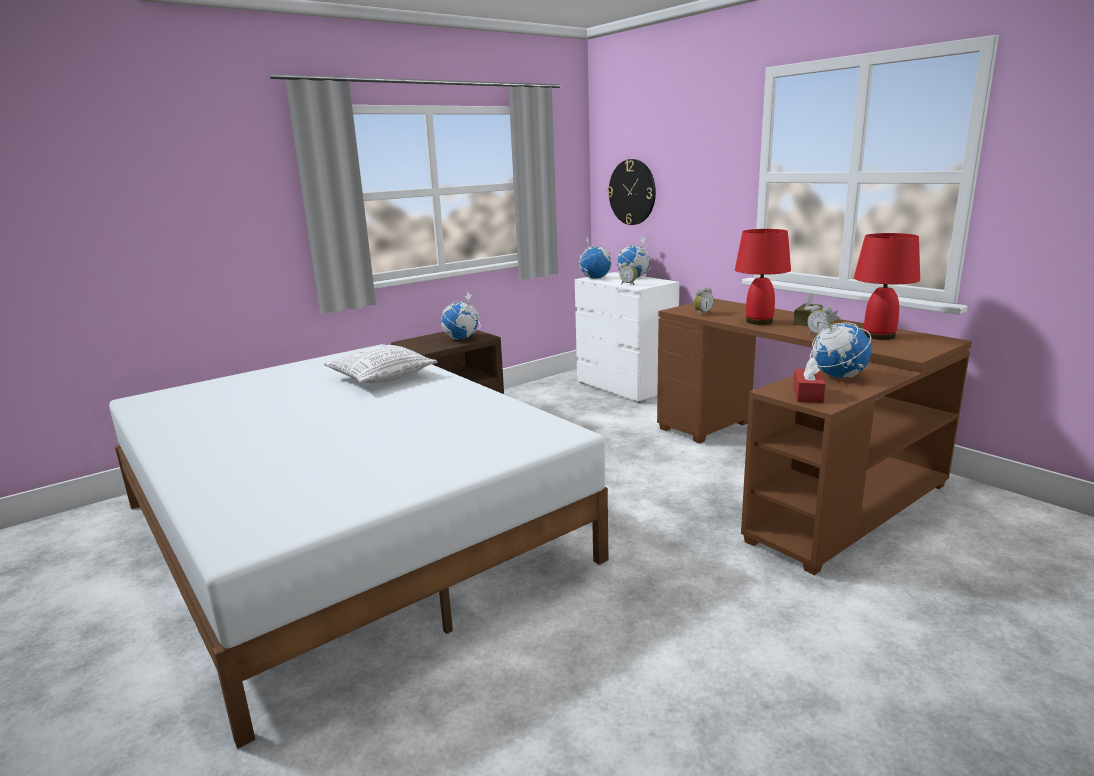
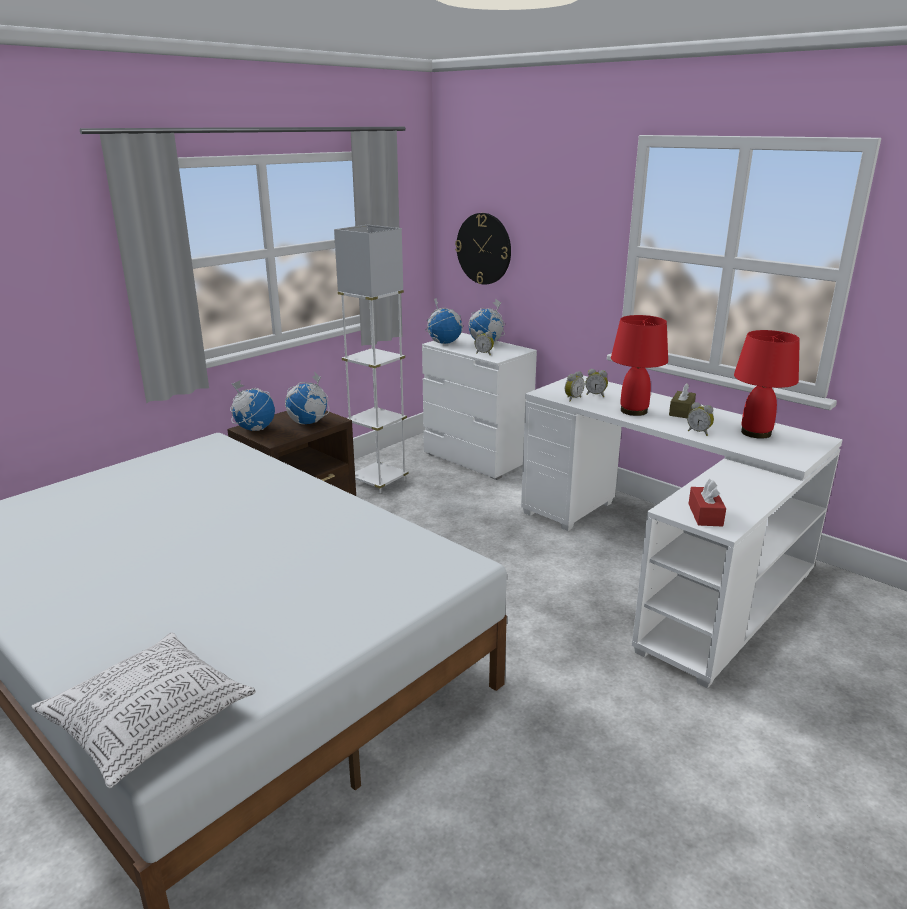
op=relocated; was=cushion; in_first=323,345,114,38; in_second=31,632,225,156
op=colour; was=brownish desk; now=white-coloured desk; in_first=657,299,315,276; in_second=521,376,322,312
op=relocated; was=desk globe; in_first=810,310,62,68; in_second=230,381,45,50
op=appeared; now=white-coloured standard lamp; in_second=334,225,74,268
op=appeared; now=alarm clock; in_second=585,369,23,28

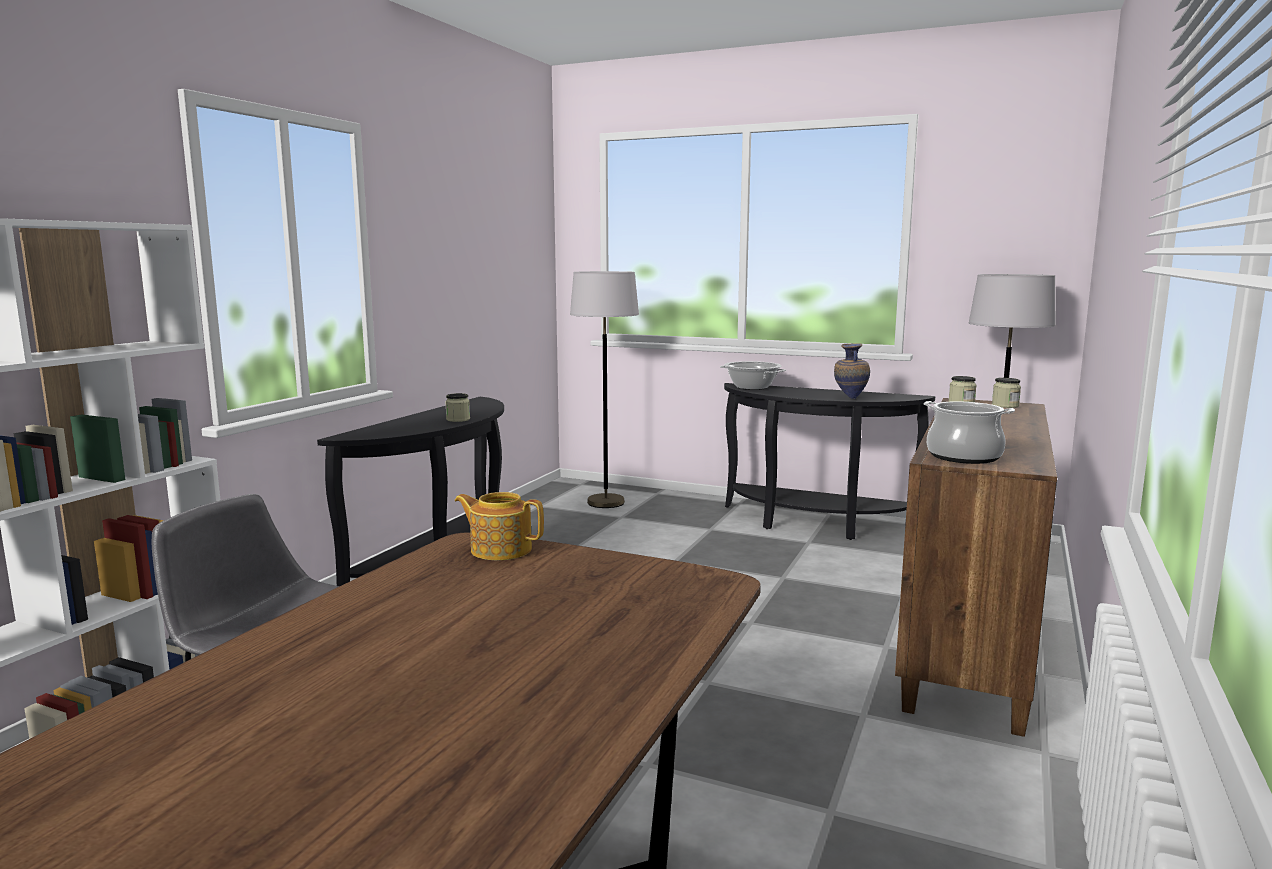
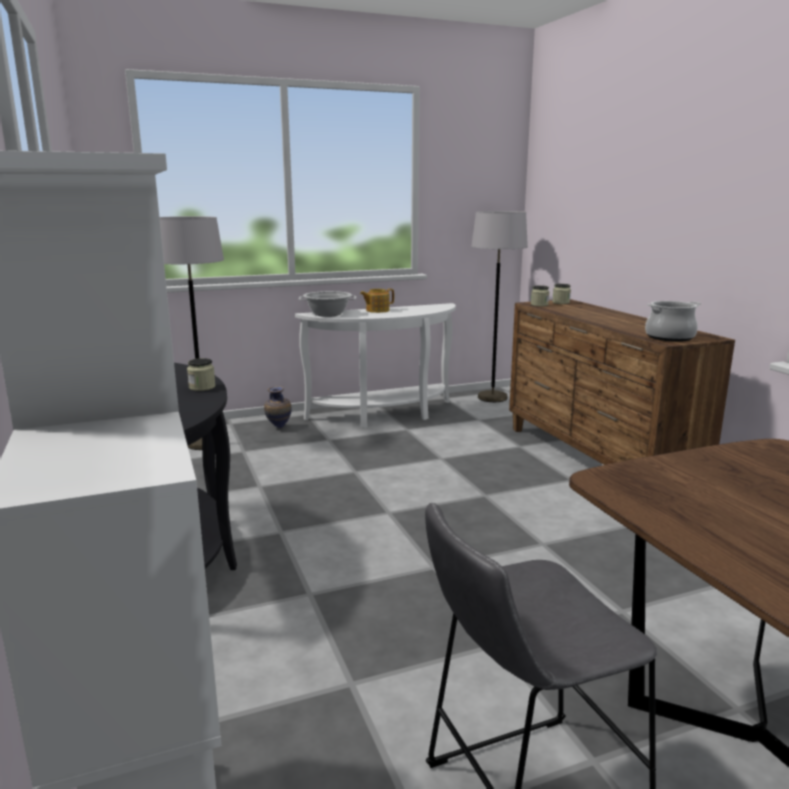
op=relocated; was=pot for tea; in_first=455,492,89,68; in_second=360,289,34,24
op=colour; was=black-coloured narrow table; now=white-coloured narrow table; in_first=724,383,211,157; in_second=295,303,161,125
op=relocated; was=vase; in_first=834,343,36,56; in_second=264,386,27,42

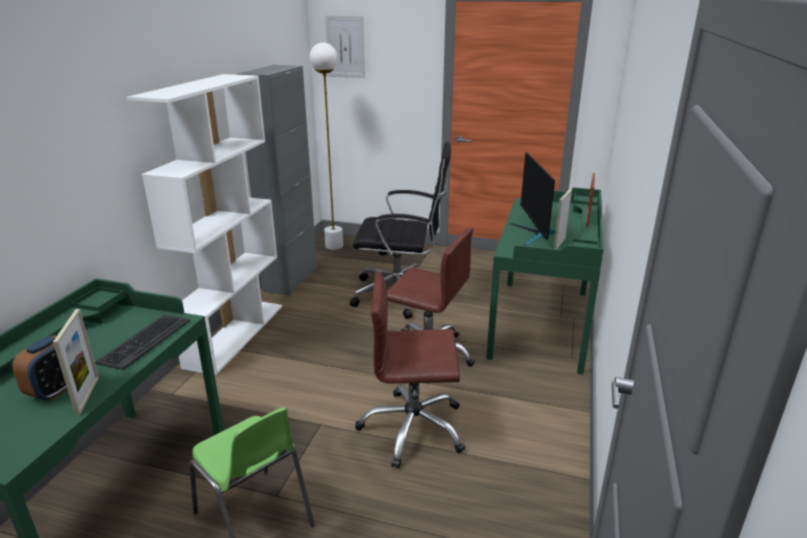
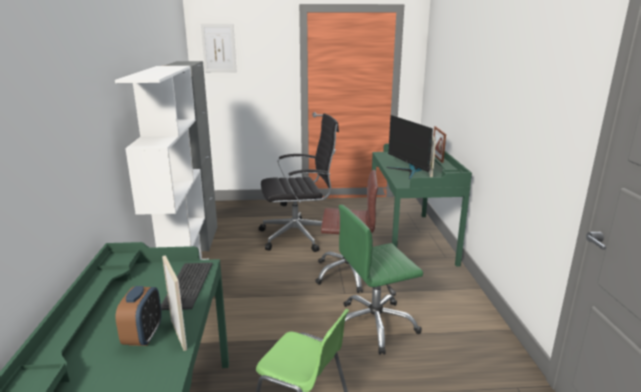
op=missing; was=white-coloured standard lamp; in_first=310,43,33,207
op=colour; was=brownish office chair; now=green-coloured office chair; in_first=355,271,111,197; in_second=339,205,84,150

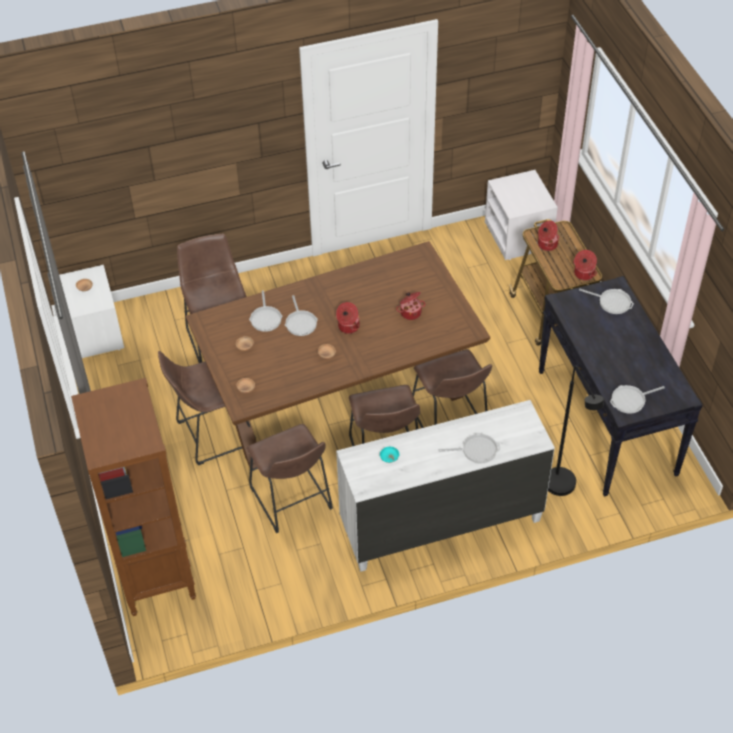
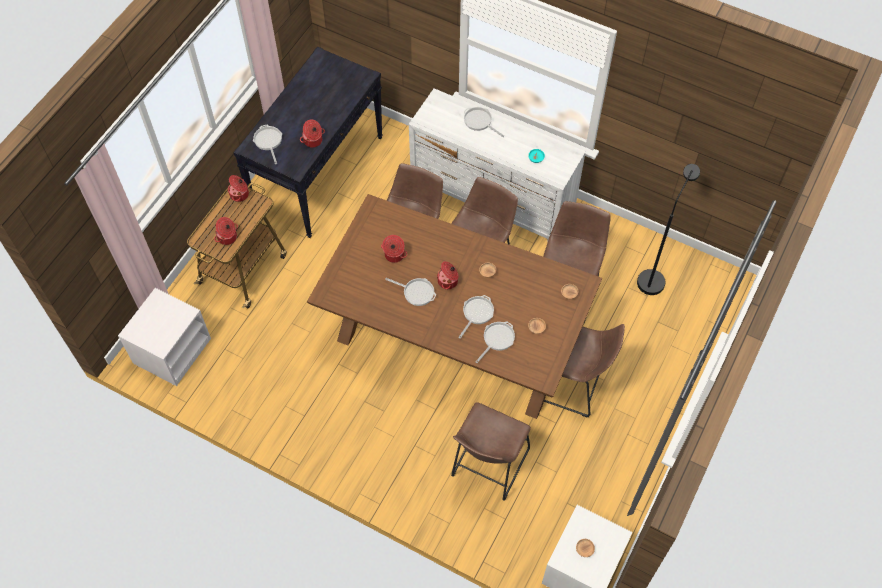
op=missing; was=brownish shelving unit; in_first=71,378,125,238
op=relocated; was=black-coloured standard lamp; in_first=548,365,56,131; in_second=637,164,63,131
op=relocated; was=pan; in_first=610,385,55,29; in_second=385,278,51,28
op=appeared; now=stockpot; in_second=300,119,25,29

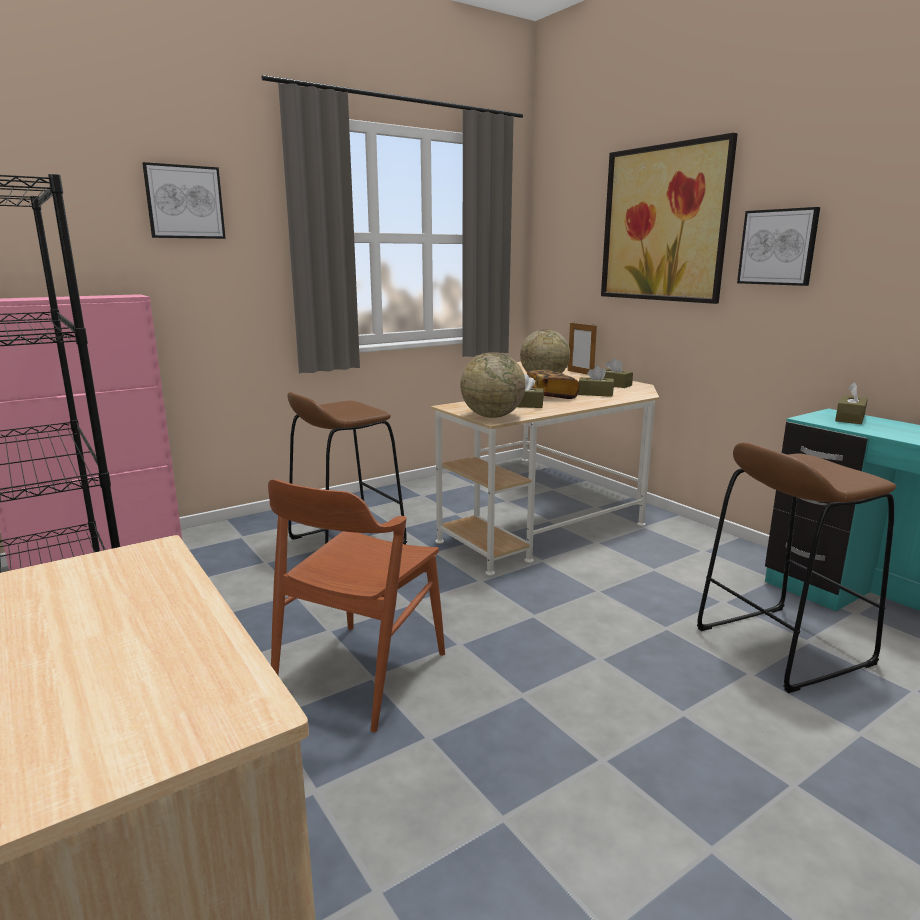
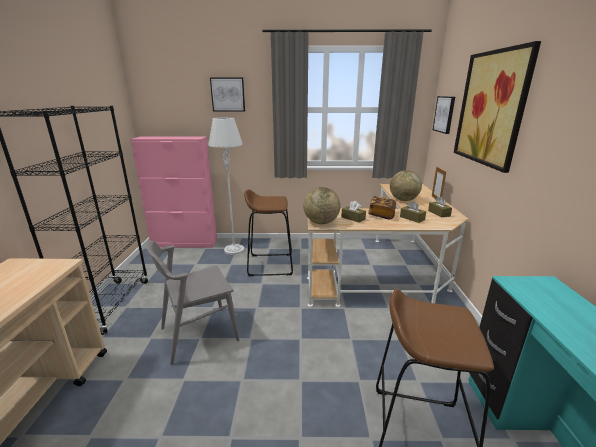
op=colour; was=brownish plain chair; now=gray plain chair; in_first=268,479,177,253; in_second=147,240,92,125
op=relocated; was=wall picture; in_first=737,207,83,79; in_second=433,96,22,38
op=missing; was=brownish tissue holder; in_first=835,382,33,42
op=appeared; now=gray standard lamp; in_second=208,117,36,138

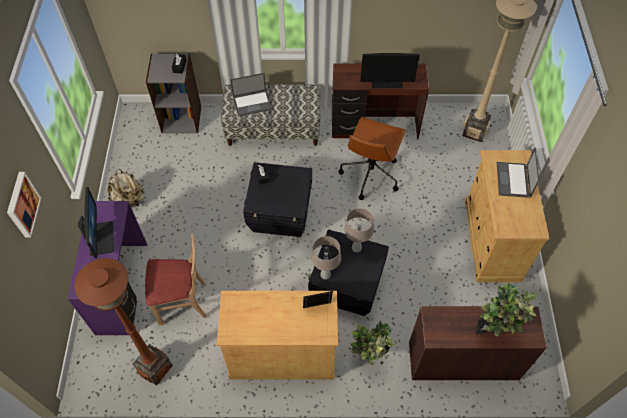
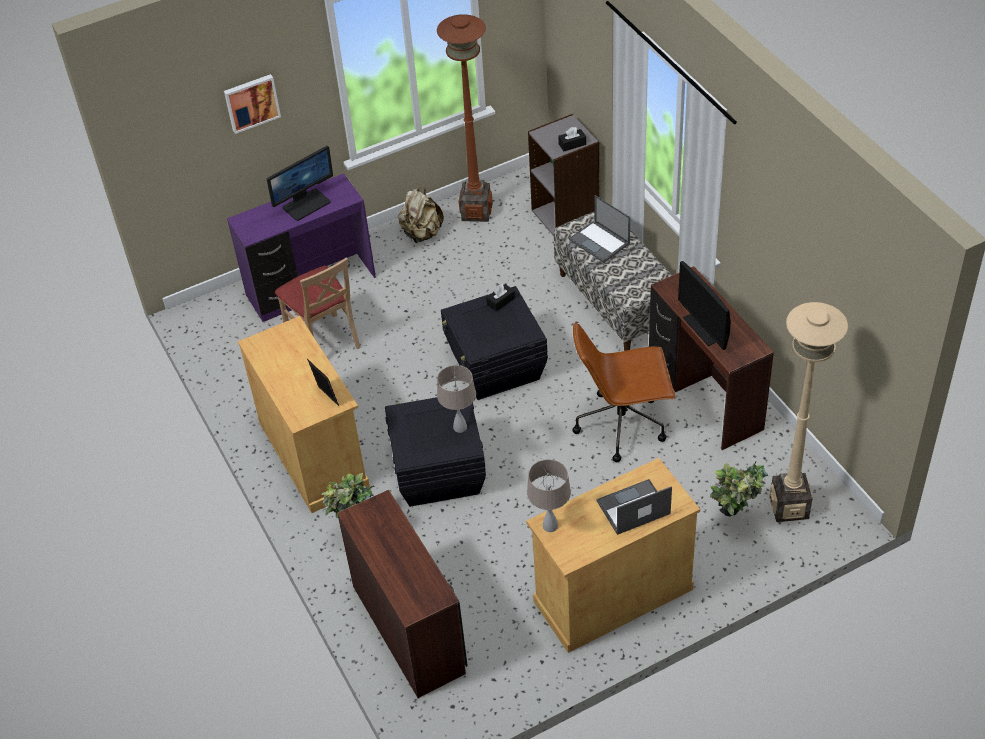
op=relocated; was=brownish standard lamp; in_first=74,258,99,128; in_second=437,14,56,208
op=relocated; was=beige lamp for a table; in_first=311,236,30,44; in_second=527,459,44,73
op=relocated; was=plant in a pot; in_first=476,283,62,53; in_second=710,462,58,54

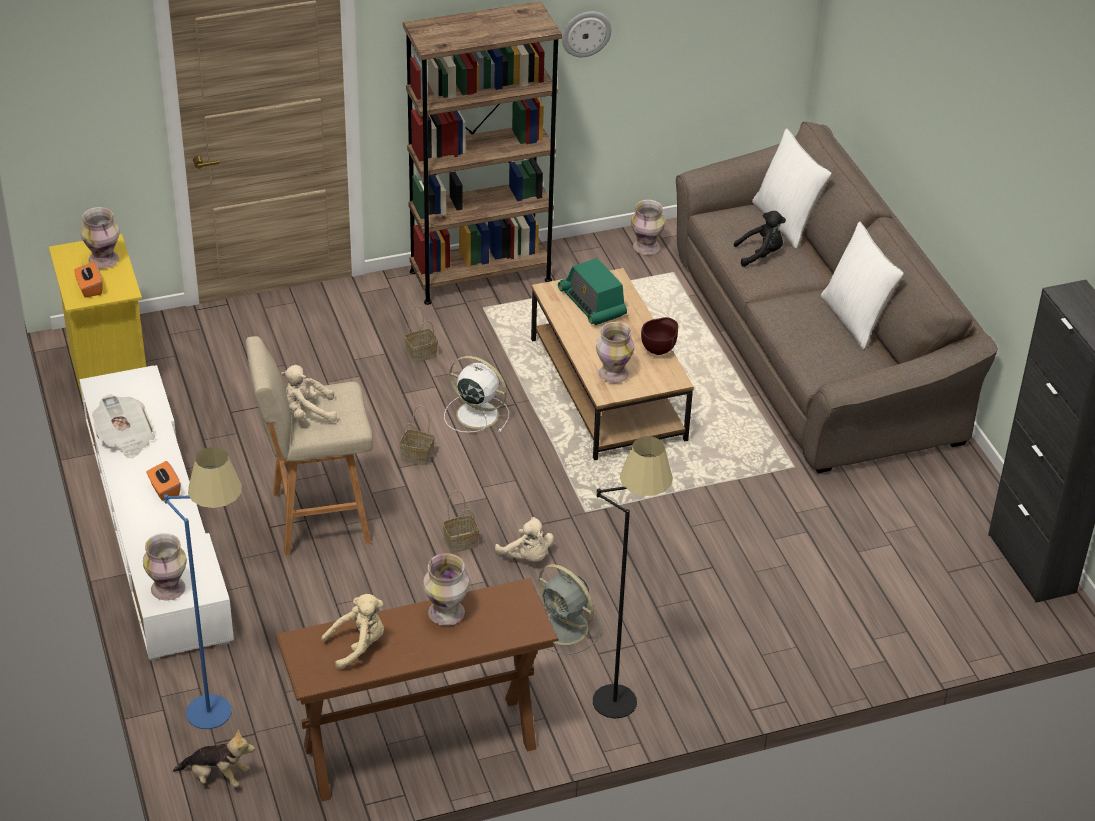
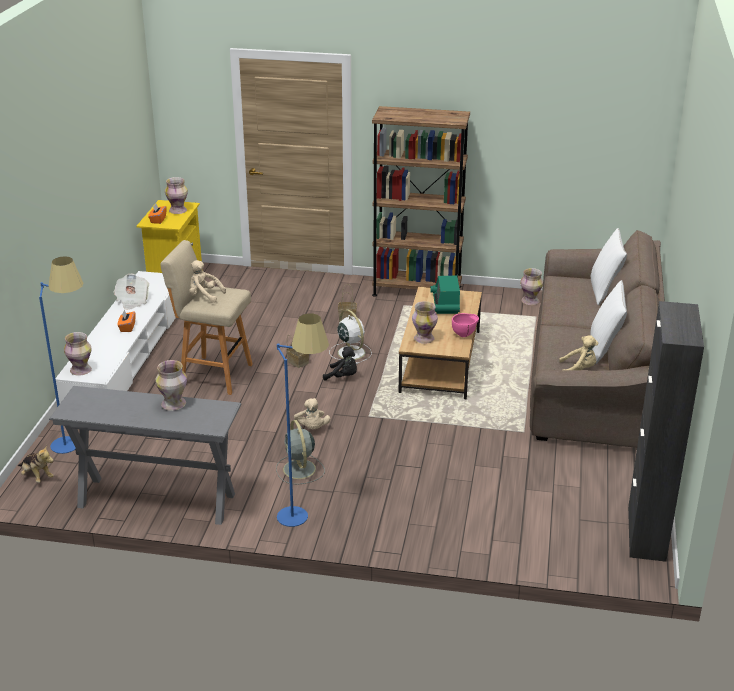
op=colour; was=brownish narrow table; now=gray narrow table; in_first=276,578,283,224; in_second=49,386,192,139
op=relocated; was=beige plush toy; in_first=321,594,63,76; in_second=559,335,39,35
op=missing; was=basket; in_first=443,490,36,63
op=missing; was=clock on the wall; in_first=562,11,50,46
op=colour; was=black-coloured standard lamp; now=blue standard lamp; in_first=593,436,80,283; in_second=277,313,52,214
op=colour; was=brownish bowl; now=pinkish bowl; in_first=641,317,37,38; in_second=452,313,27,24
op=relocated; was=black-coloured plush toy; in_first=734,211,52,56; in_second=323,347,34,33

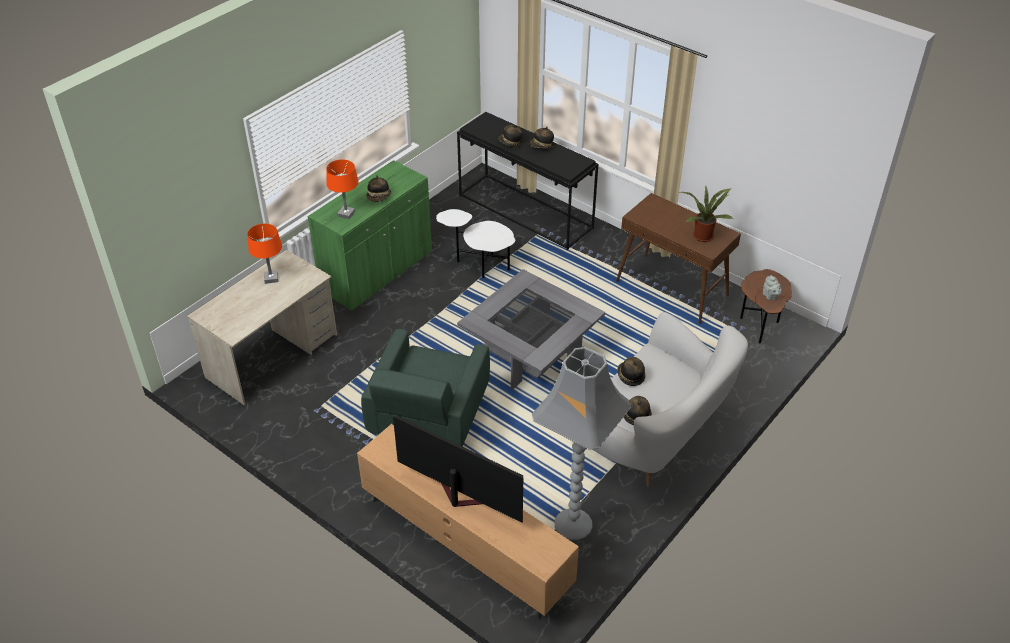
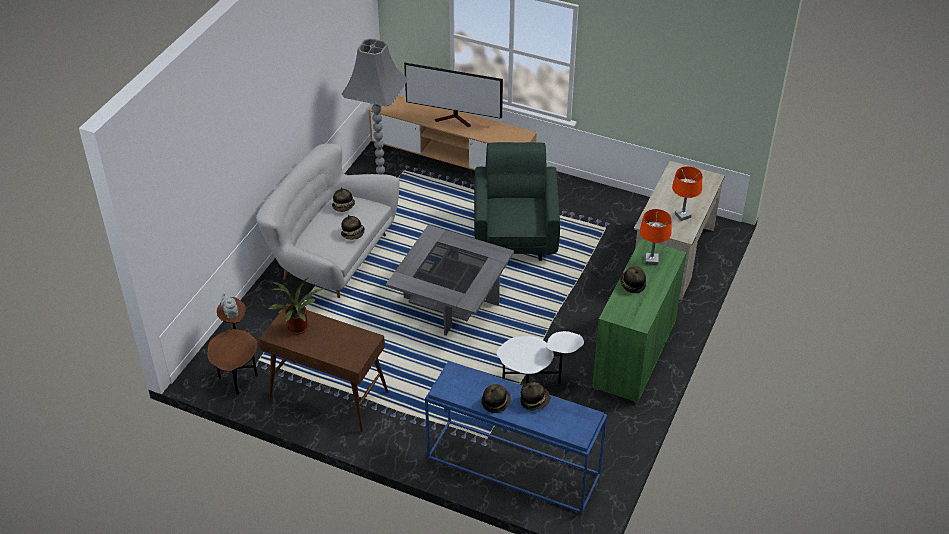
op=colour; was=black-coloured narrow table; now=blue narrow table; in_first=457,112,141,138; in_second=425,361,182,153

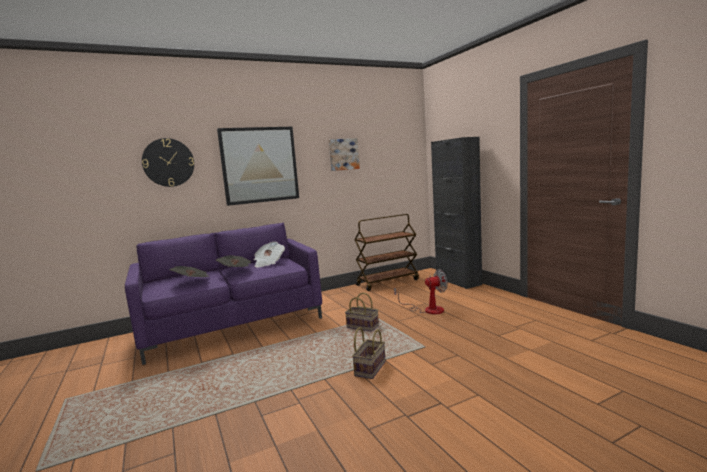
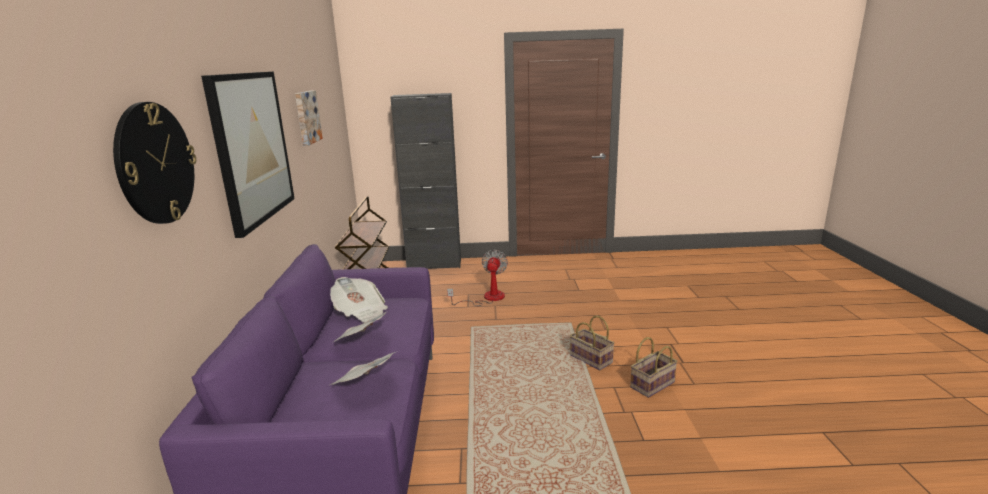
op=relocated; was=basket; in_first=345,293,34,39; in_second=630,337,48,61

